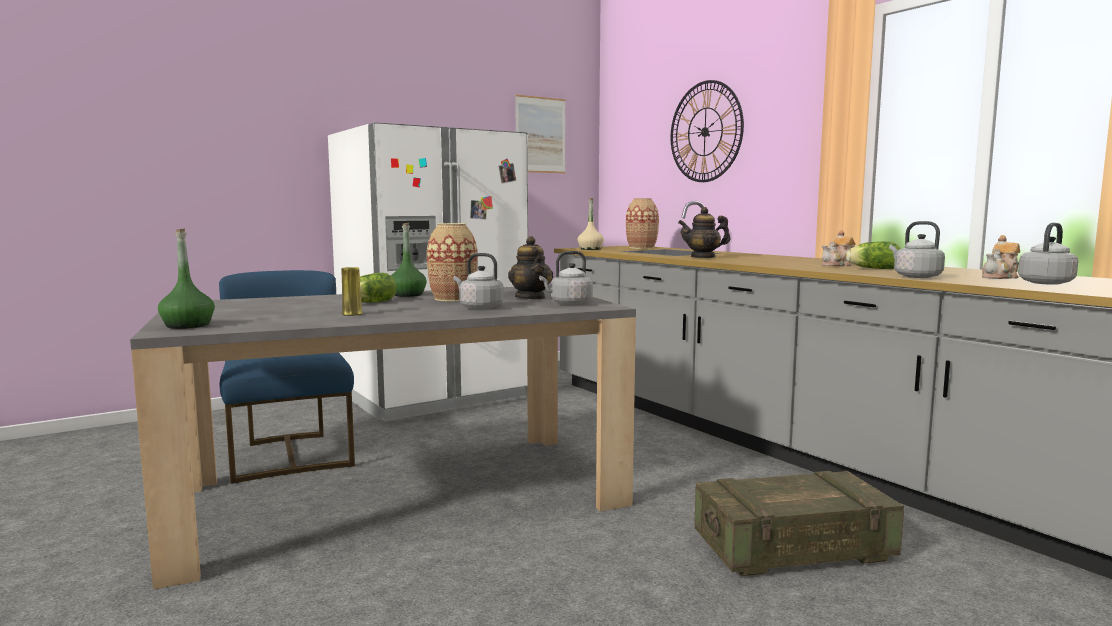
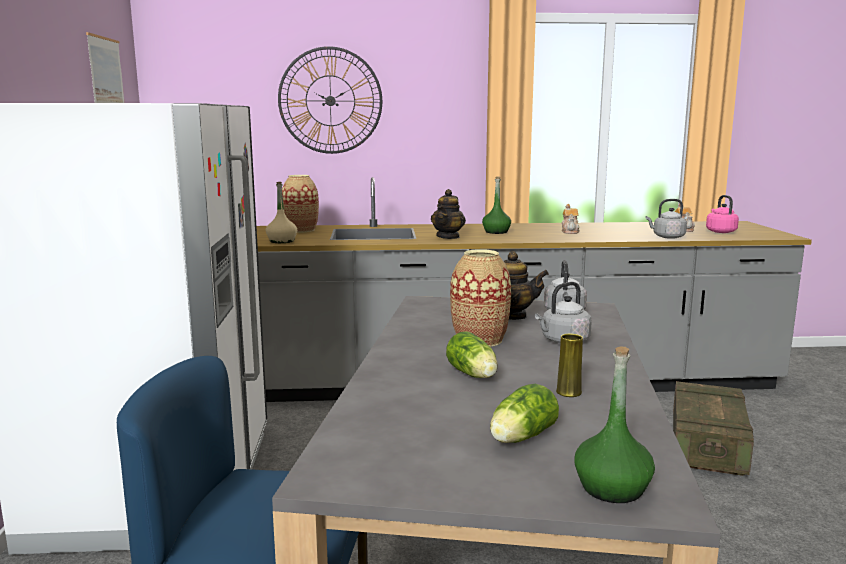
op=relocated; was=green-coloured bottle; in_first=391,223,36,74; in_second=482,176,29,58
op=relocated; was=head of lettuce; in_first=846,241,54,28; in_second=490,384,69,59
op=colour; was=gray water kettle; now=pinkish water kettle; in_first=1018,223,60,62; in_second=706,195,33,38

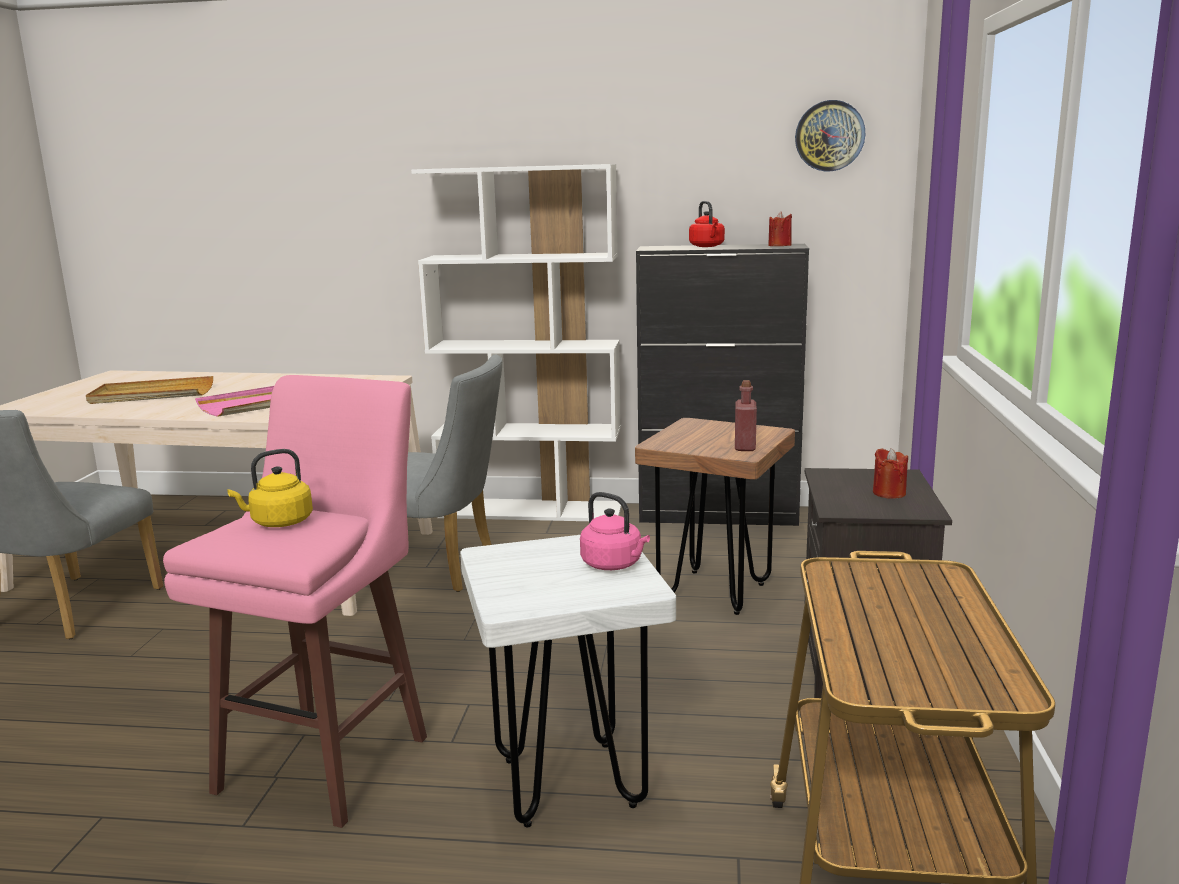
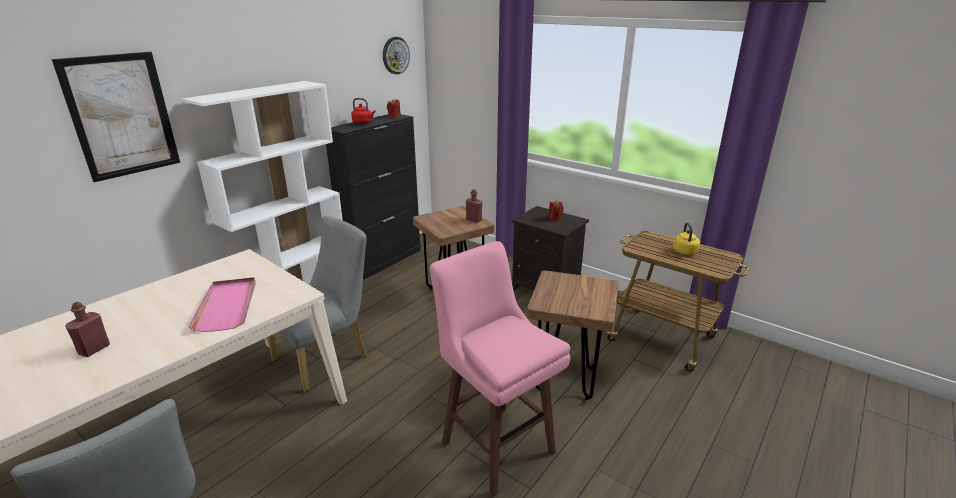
op=exchanged; was=beige tray; now=red bottle; in_first=86,376,127,28; in_second=65,302,45,55
op=relocated; was=yellow-coloured water kettle; in_first=227,449,86,78; in_second=673,222,27,33
op=colour; was=white-coloured stool seat; now=brownish stool seat; in_first=460,535,216,292; in_second=527,270,92,130
op=missing; was=pinkish water kettle; in_first=580,492,70,78
op=appeared; now=wall picture; in_second=51,52,129,130

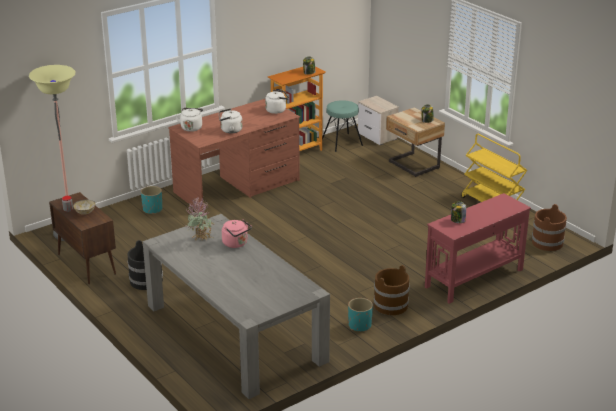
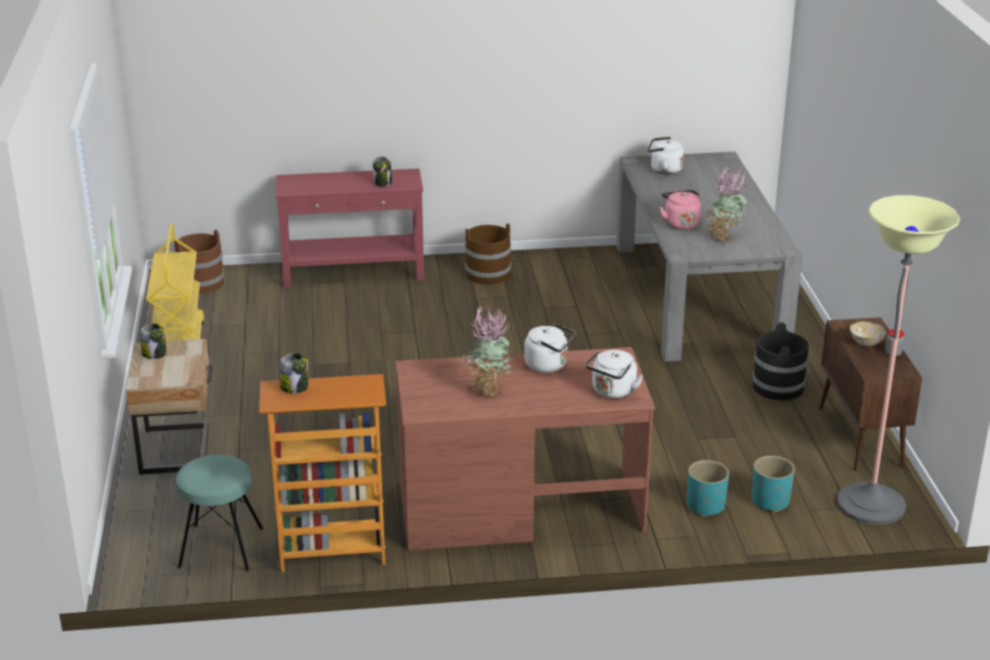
op=relocated; was=white-coloured water kettle; in_first=265,90,24,24; in_second=648,137,36,37
op=relocated; was=blue-green flower pot; in_first=348,298,25,33; in_second=752,456,43,56
op=missing; was=nightstand; in_first=358,96,41,49
op=appeared; now=plant in a pot; in_second=463,305,51,93

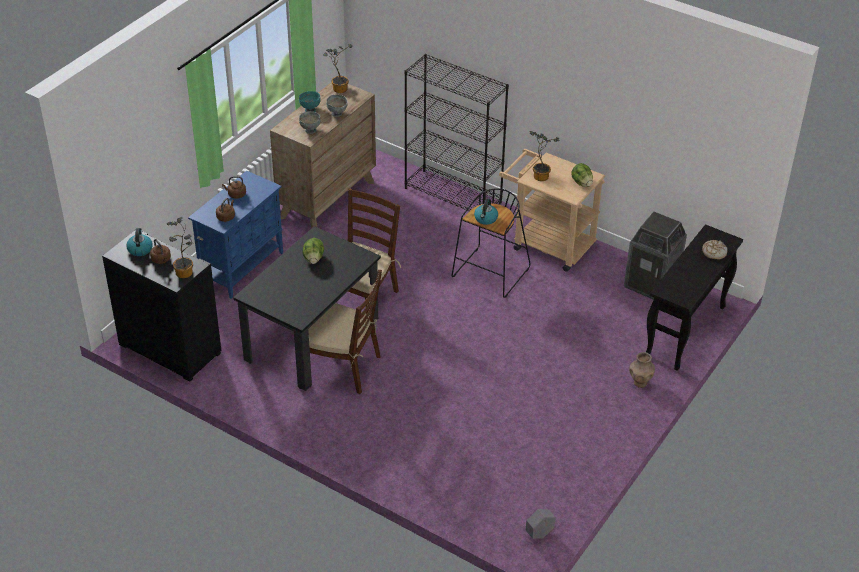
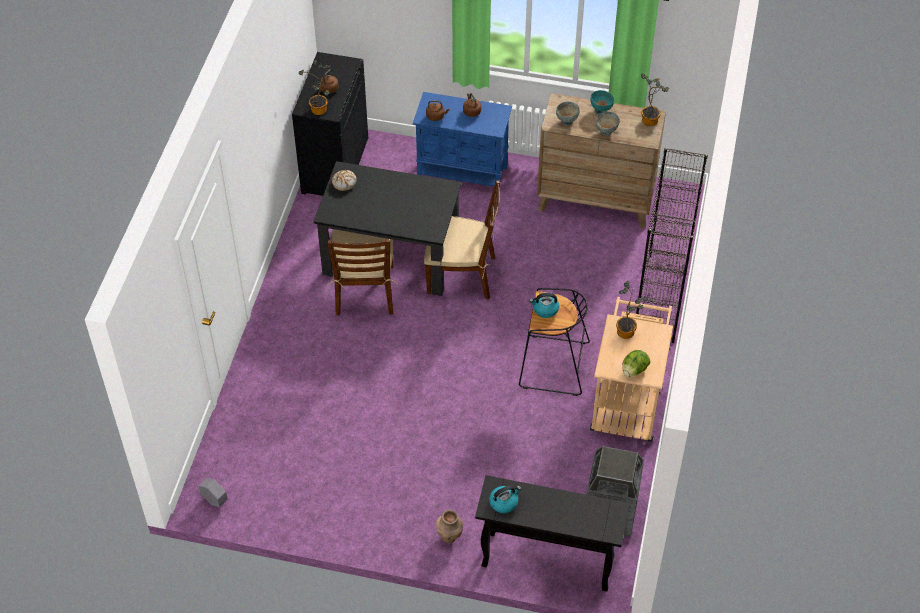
op=relocated; was=water kettle; in_first=126,228,27,28; in_second=489,486,32,27
op=missing; was=head of lettuce; in_first=303,238,21,26
op=relocated; was=baked bread; in_first=702,240,25,19; in_second=332,170,25,21

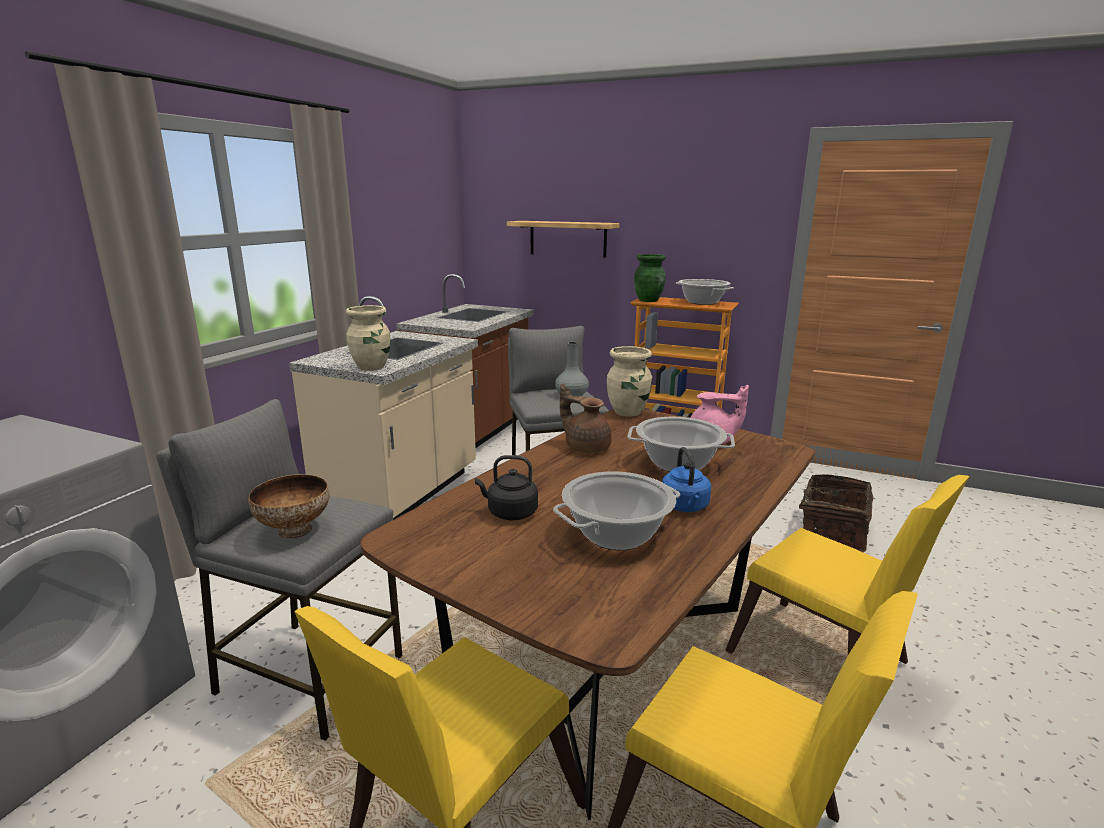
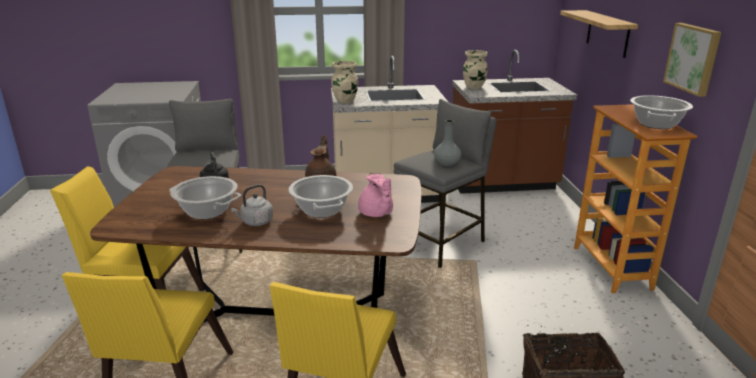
op=missing; was=bowl; in_first=248,474,82,65
op=relocated; was=beige vase; in_first=607,346,45,71; in_second=463,50,25,39
op=missing; was=green-coloured vase; in_first=634,254,32,48
op=colour; was=blue water kettle; now=gray water kettle; in_first=662,447,49,65; in_second=231,185,42,41
op=appeared; now=wall picture; in_second=663,23,58,74

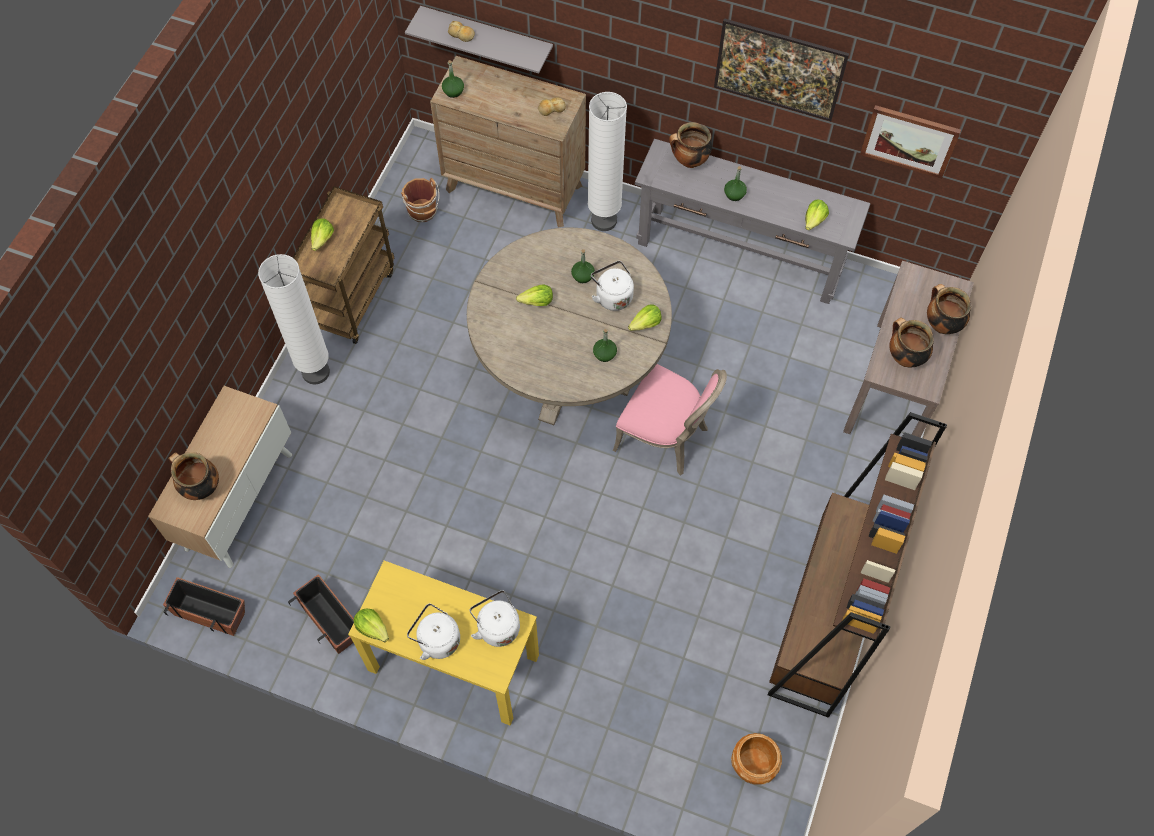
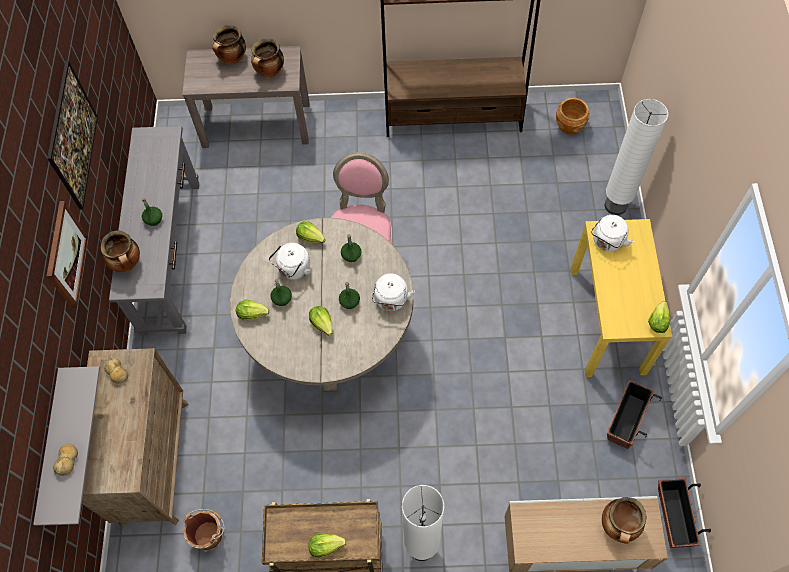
op=relocated; was=white-coloured water kettle; in_first=407,603,53,57; in_second=372,273,43,38
op=relocated; was=green-coloured bottle; in_first=442,60,22,38; in_second=339,282,21,27
op=relocated; was=white-coloured standard lamp; in_first=588,92,39,139; in_second=605,99,64,116
op=relocated; was=head of lettuce; in_first=805,200,24,30; in_second=236,300,34,20
op=relocated; was=wall picture; in_first=860,105,101,74; in_second=47,201,41,107

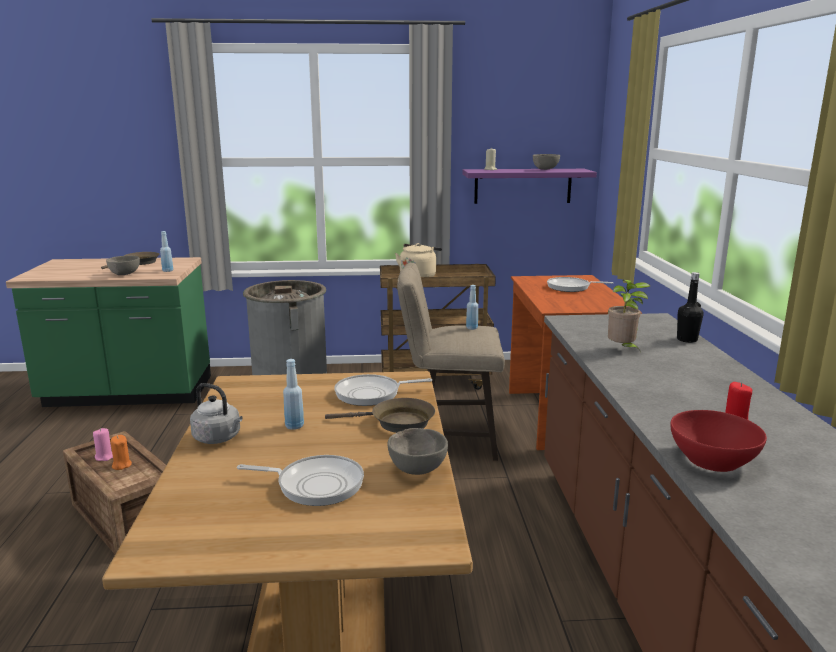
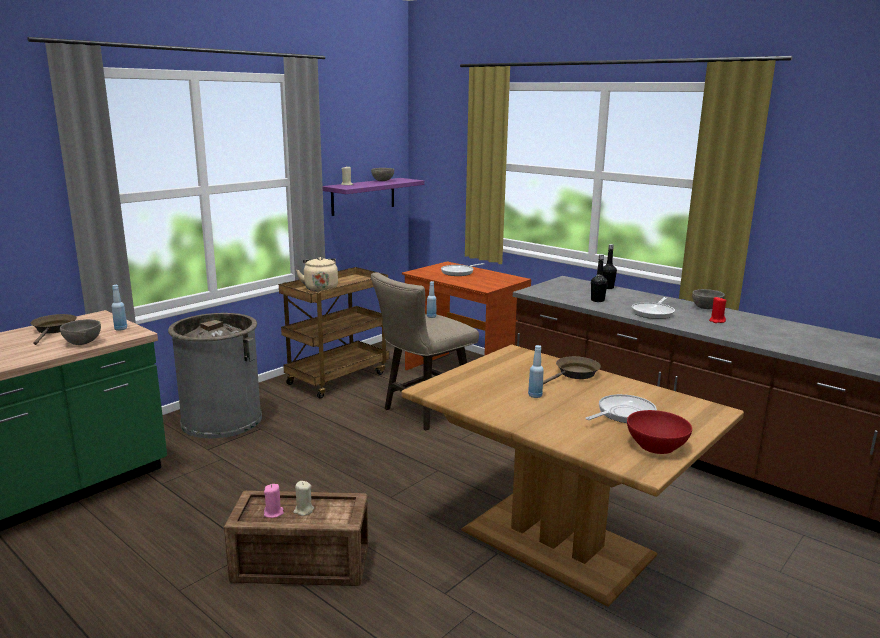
op=colour; was=orangey candle; now=beige candle; in_first=110,435,22,35; in_second=293,481,21,35
op=missing; was=gray water kettle; in_first=190,383,53,61
op=relocated; was=pan; in_first=334,374,98,32; in_second=632,297,43,22
op=relocated; was=gray bowl; in_first=387,428,61,47; in_second=692,289,33,20
op=exchanged; was=plant in a pot; now=black-coloured bottle; in_first=608,280,43,72; in_second=591,254,17,48
op=relocated; was=red bowl; in_first=670,410,97,62; in_second=627,410,65,44

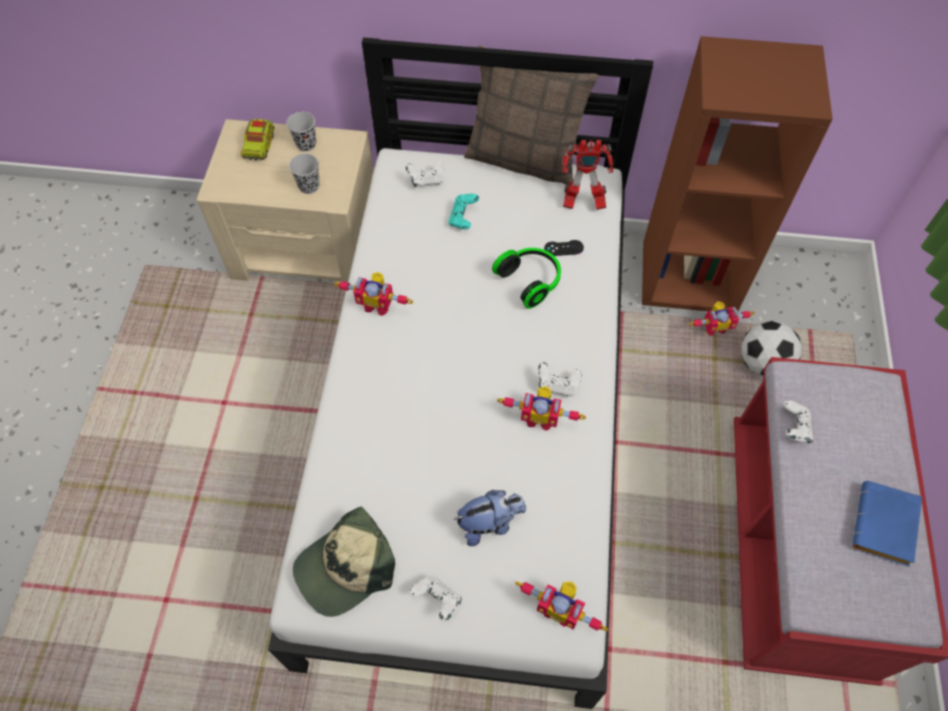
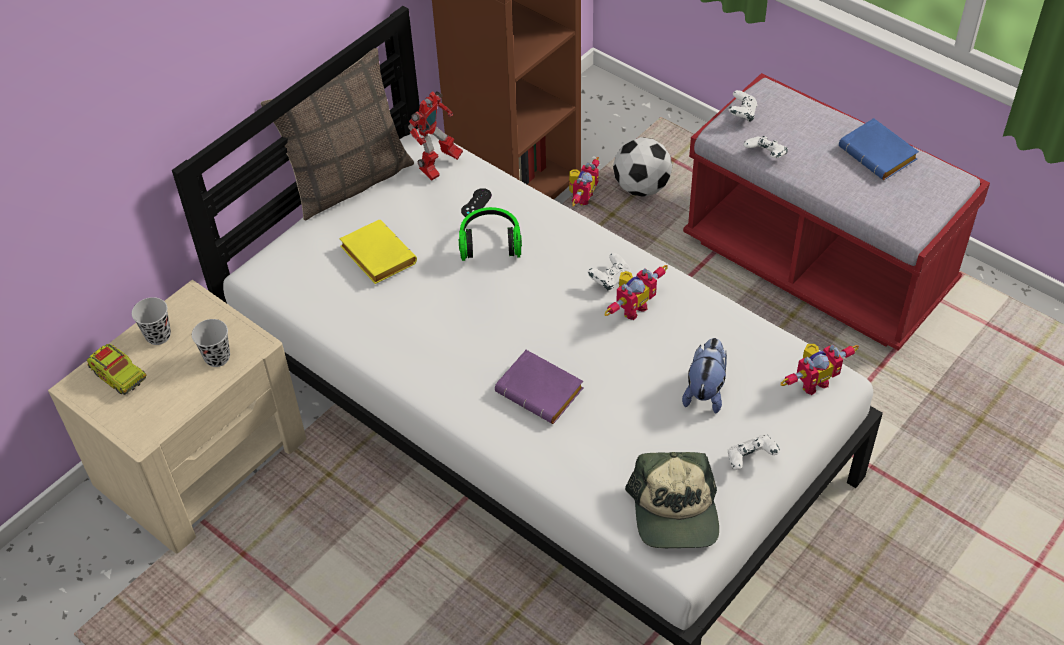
op=missing; was=model robot; in_first=334,272,79,44
op=relocated; was=white-coloured gamepad; in_first=406,160,38,27; in_second=729,90,28,32
op=exchanged; was=blue-green gamepad; now=yellow-coloured volume; in_first=448,194,31,35; in_second=339,220,78,64
op=appeared; now=purple volume; in_second=495,350,89,74

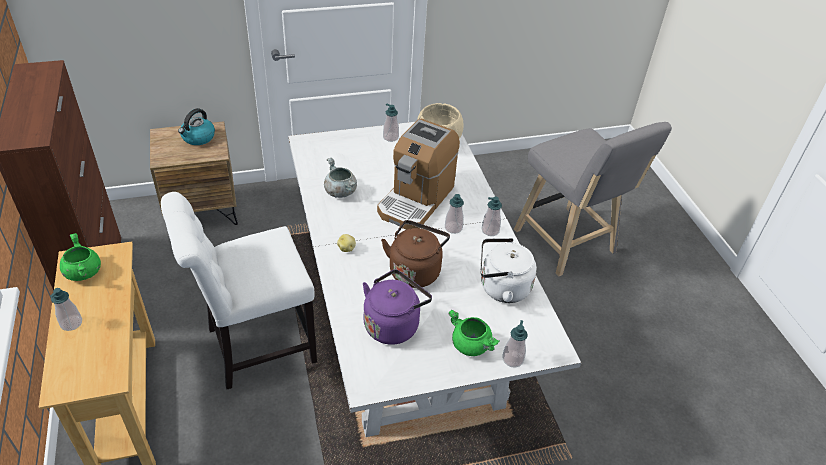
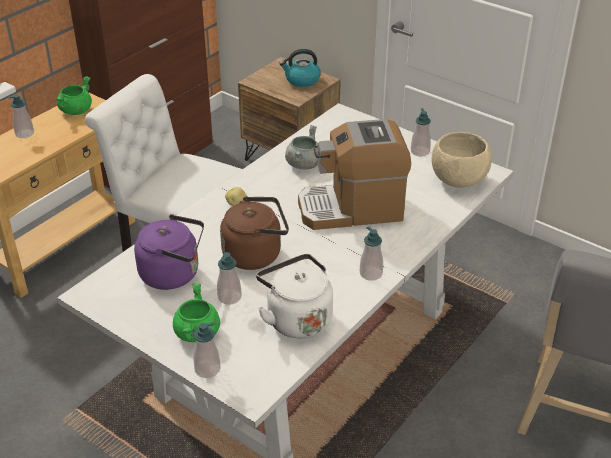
op=relocated; was=soap dispenser; in_first=445,194,19,40; in_second=217,252,25,53

